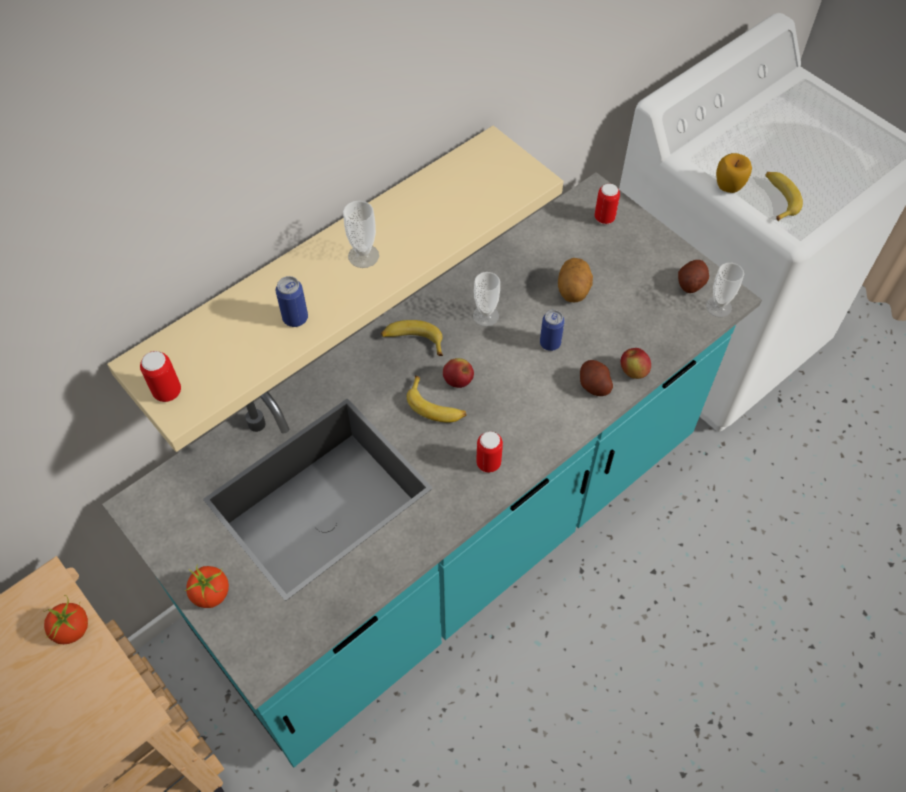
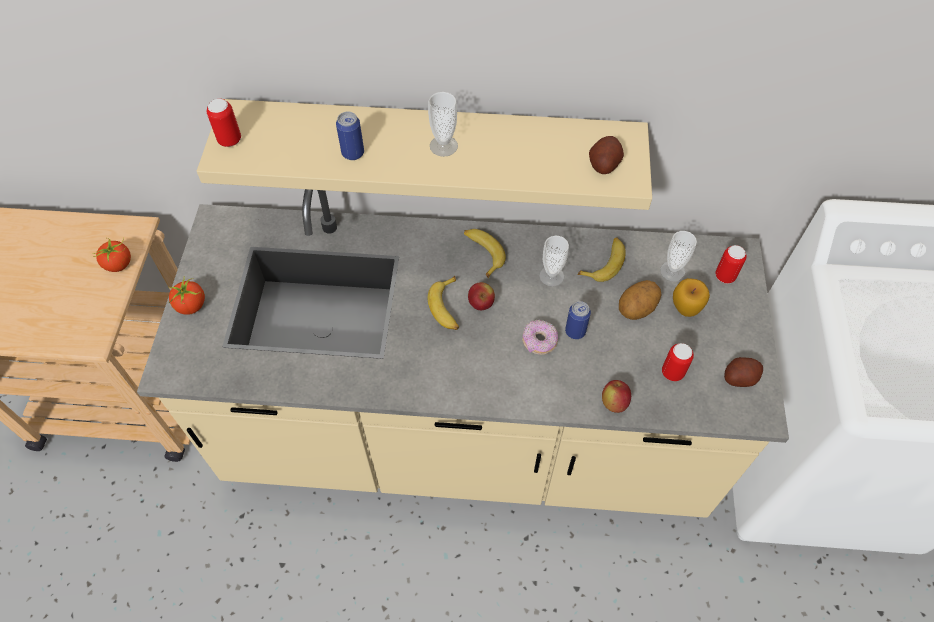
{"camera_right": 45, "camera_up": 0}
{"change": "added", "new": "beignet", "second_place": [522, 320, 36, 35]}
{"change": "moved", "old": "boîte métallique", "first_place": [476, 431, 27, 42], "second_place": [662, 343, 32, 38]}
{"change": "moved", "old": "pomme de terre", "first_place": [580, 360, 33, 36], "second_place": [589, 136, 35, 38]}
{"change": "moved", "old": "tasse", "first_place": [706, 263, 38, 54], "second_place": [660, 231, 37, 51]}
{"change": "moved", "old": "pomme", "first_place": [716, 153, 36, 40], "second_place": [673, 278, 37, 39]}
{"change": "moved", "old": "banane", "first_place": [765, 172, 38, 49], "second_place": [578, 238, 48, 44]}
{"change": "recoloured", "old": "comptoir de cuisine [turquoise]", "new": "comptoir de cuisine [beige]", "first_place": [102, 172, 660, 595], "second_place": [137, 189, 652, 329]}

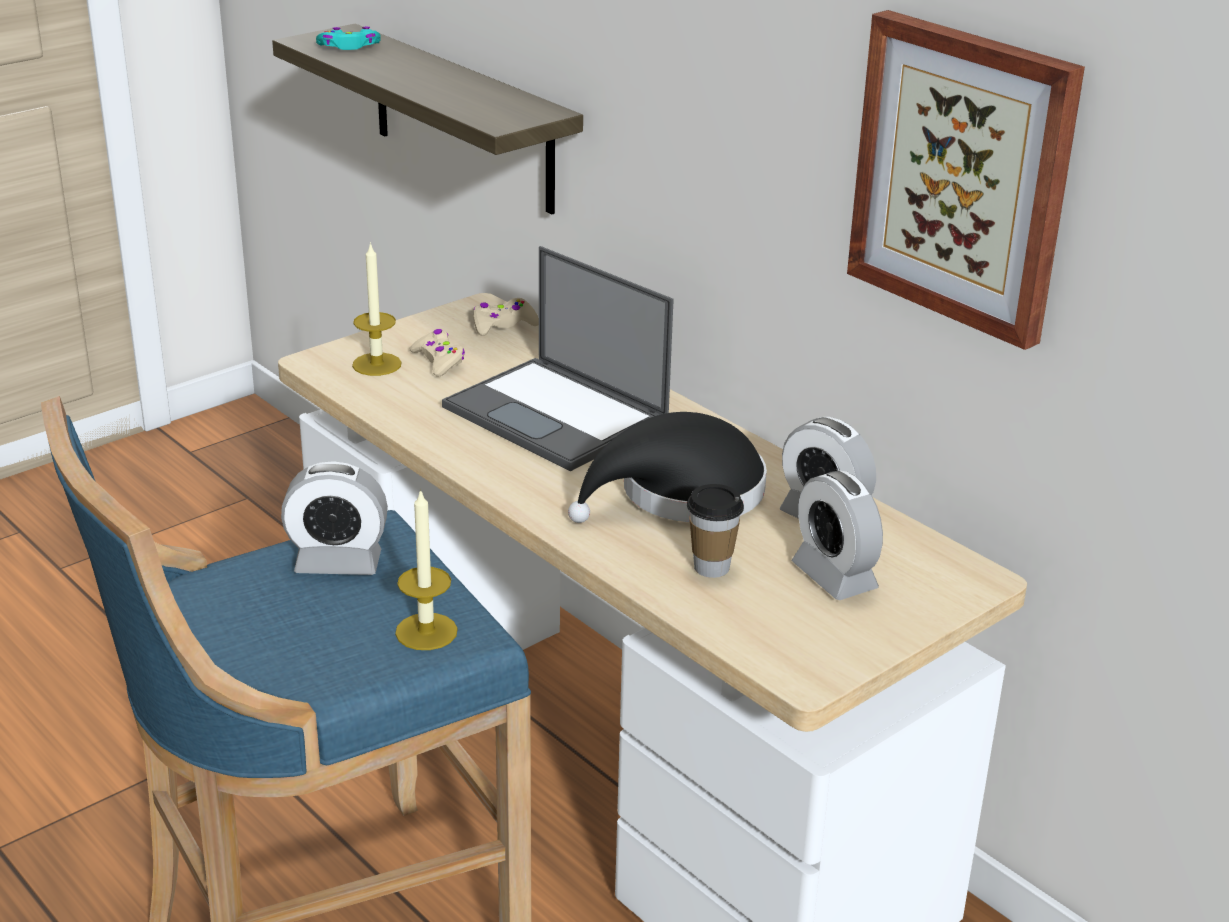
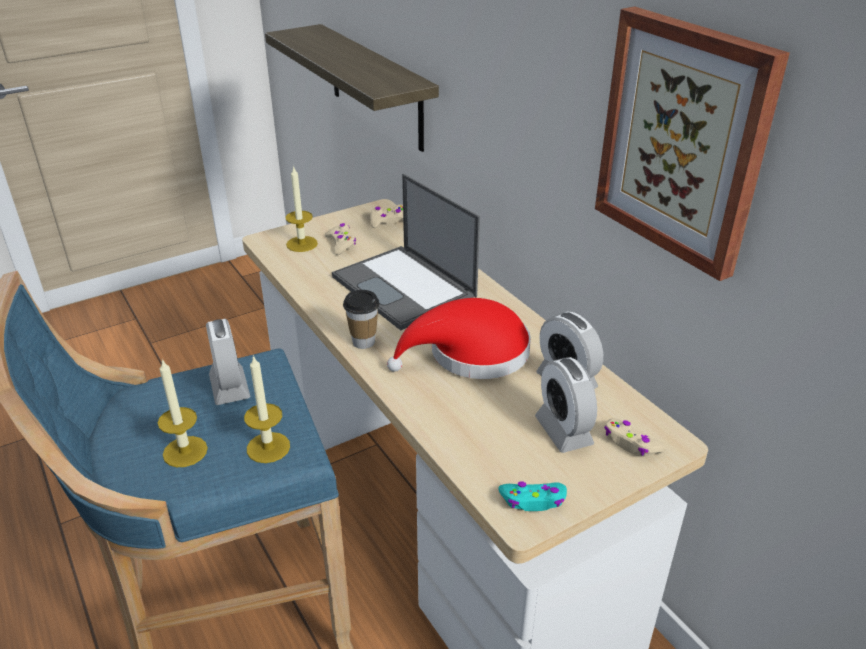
{"camera_right": 10, "camera_up": 5}
{"change": "added", "new": "bougie", "second_place": [158, 359, 50, 108]}
{"change": "added", "new": "manette [beige]", "second_place": [604, 418, 63, 39]}
{"change": "moved", "old": "manette [turquoise]", "first_place": [316, 26, 65, 24], "second_place": [499, 482, 68, 29]}
{"change": "moved", "old": "tasse", "first_place": [687, 484, 57, 94], "second_place": [343, 290, 37, 59]}
{"change": "recoloured", "old": "chapeau [noir]", "new": "chapeau [rouge]", "first_place": [568, 412, 199, 111], "second_place": [387, 298, 144, 81]}
{"change": "turned", "old": "réveil", "first_place": [281, 461, 107, 114], "second_place": [206, 319, 45, 86], "degrees": -120}

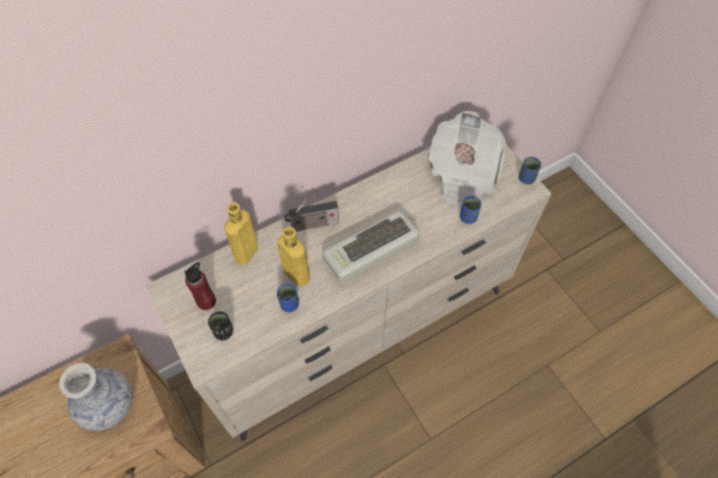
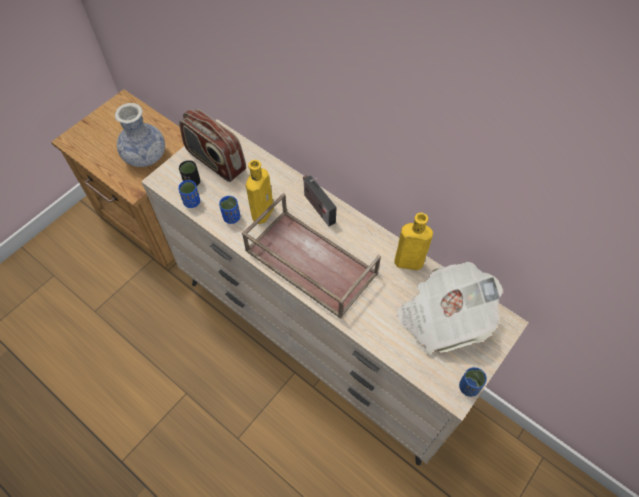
{"camera_right": 70, "camera_up": 0}
{"change": "moved", "old": "bouteille [jaune]", "first_place": [224, 202, 34, 63], "second_place": [394, 213, 39, 57]}
{"change": "moved", "old": "tasse [bleu]", "first_place": [460, 196, 21, 28], "second_place": [178, 180, 22, 28]}
{"change": "replaced", "old": "bouteille [rouge]", "new": "radio", "first_place": [184, 262, 32, 48], "second_place": [179, 109, 67, 73]}
{"change": "replaced", "old": "clavier", "new": "plateau [marron]", "first_place": [322, 211, 98, 72], "second_place": [242, 193, 139, 126]}

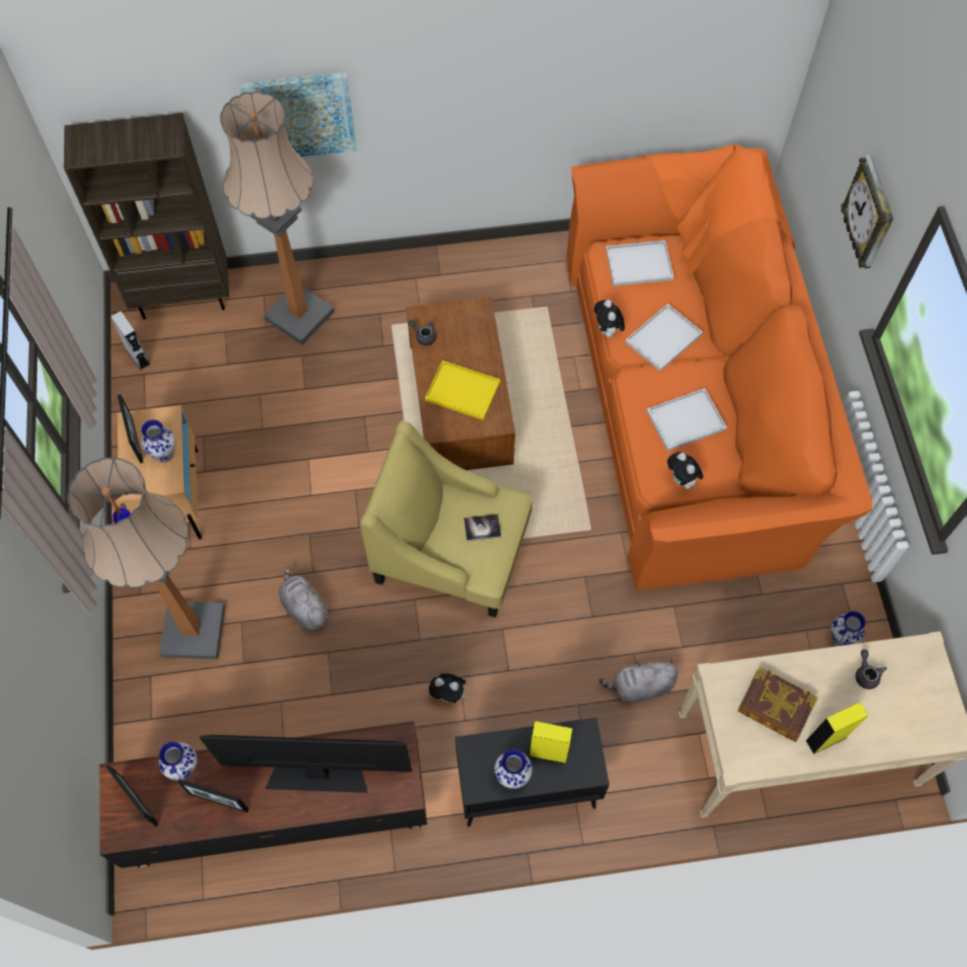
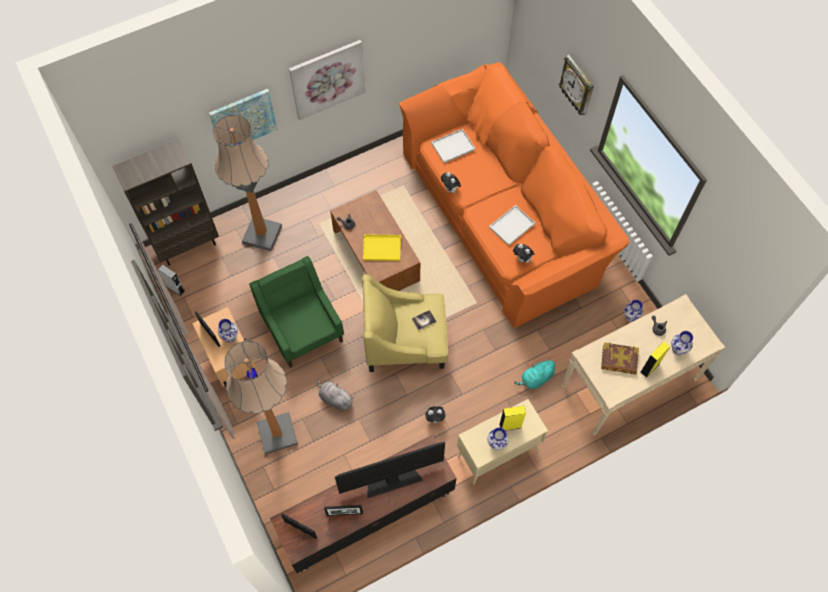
{"camera_right": -20, "camera_up": 0}
{"change": "removed", "old": "plateau [blanc]", "first_place": [625, 304, 78, 67]}
{"change": "added", "new": "fauteuil [vert]", "second_place": [249, 256, 95, 112]}
{"change": "added", "new": "tableau", "second_place": [289, 40, 77, 80]}
{"change": "moved", "old": "vase", "first_place": [159, 742, 38, 38], "second_place": [671, 331, 22, 24]}
{"change": "recoloured", "old": "meuble de rangement [noir]", "new": "meuble de rangement [beige]", "first_place": [455, 717, 154, 110], "second_place": [457, 399, 91, 86]}
{"change": "recoloured", "old": "peluche [gris]", "new": "peluche [turquoise]", "first_place": [599, 659, 79, 44], "second_place": [514, 359, 41, 30]}

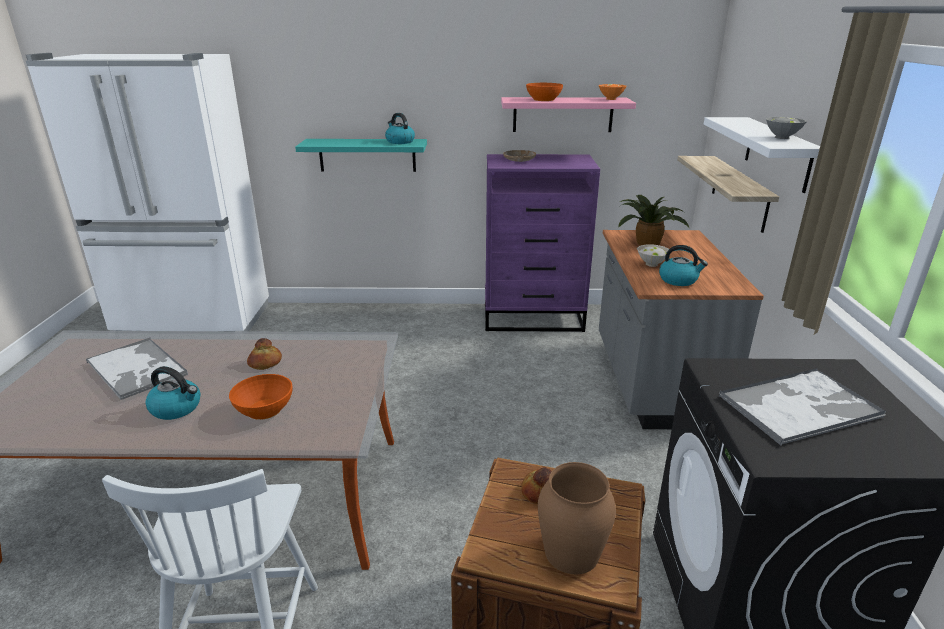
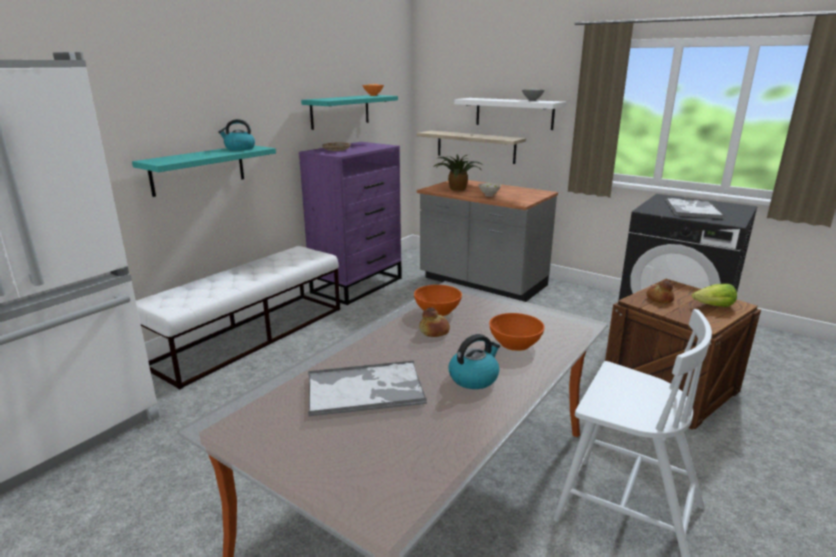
{"camera_right": -55, "camera_up": -5}
{"change": "removed", "old": "bouilloire", "first_place": [659, 245, 49, 41]}
{"change": "added", "new": "banc [blanc]", "second_place": [136, 246, 204, 144]}
{"change": "moved", "old": "bol [orange]", "first_place": [526, 83, 37, 18], "second_place": [414, 285, 48, 31]}
{"change": "replaced", "old": "vase [marron]", "new": "laitue", "first_place": [538, 462, 78, 112], "second_place": [692, 284, 45, 23]}
{"change": "recoloured", "old": "étagère [rose]", "new": "étagère [turquoise]", "first_place": [501, 97, 135, 35], "second_place": [301, 95, 97, 35]}

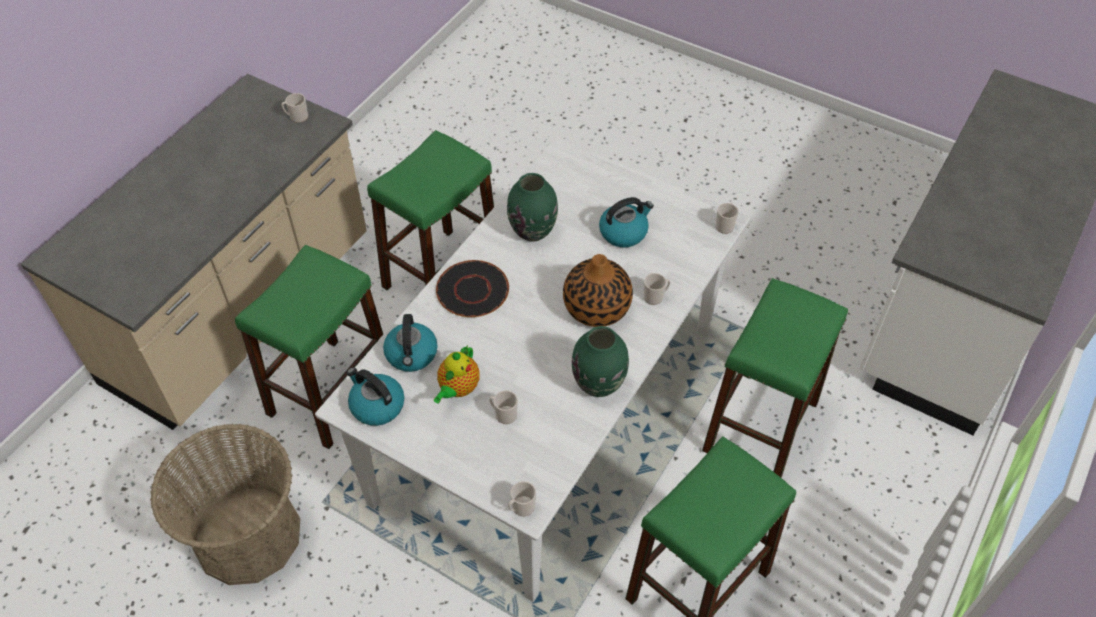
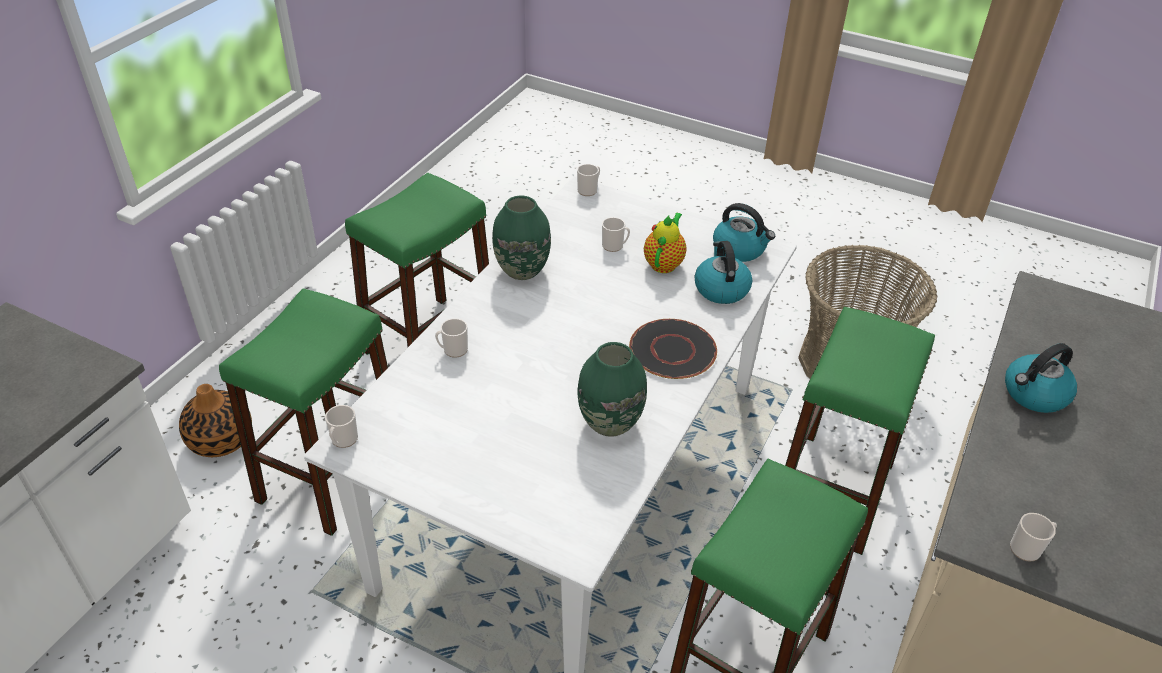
{"camera_right": 175, "camera_up": -10}
{"change": "moved", "old": "vase", "first_place": [563, 254, 70, 73], "second_place": [179, 384, 73, 73]}
{"change": "moved", "old": "bouilloire", "first_place": [599, 197, 55, 50], "second_place": [1005, 343, 72, 70]}

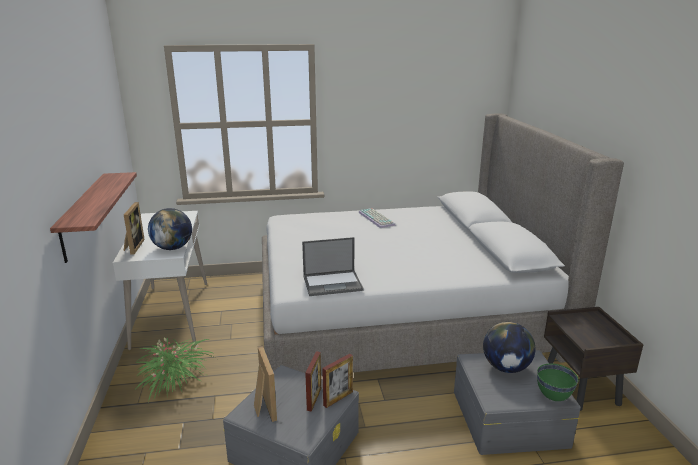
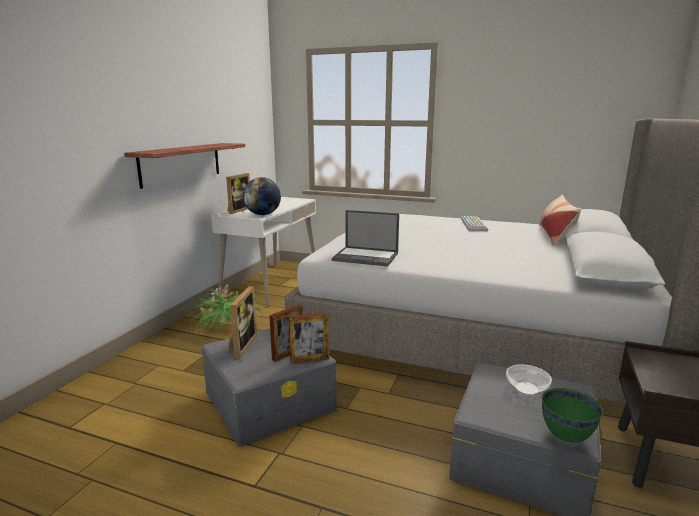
{"camera_right": 30, "camera_up": -5}
{"change": "added", "new": "coussin", "second_place": [539, 194, 43, 51]}
{"change": "replaced", "old": "globe", "new": "bol", "first_place": [483, 322, 53, 51], "second_place": [506, 365, 46, 31]}

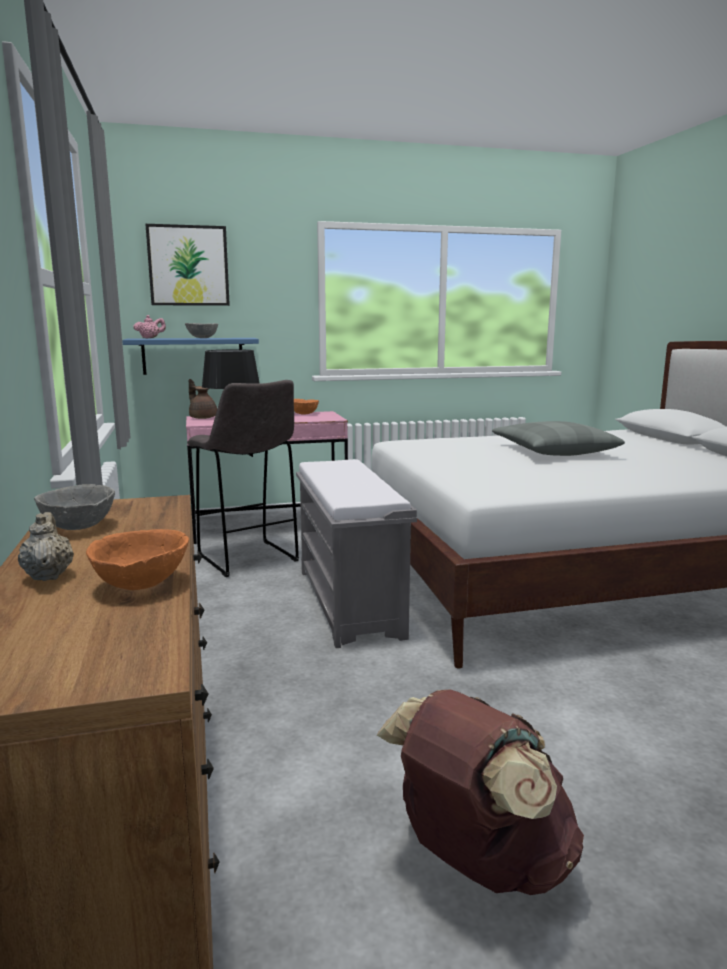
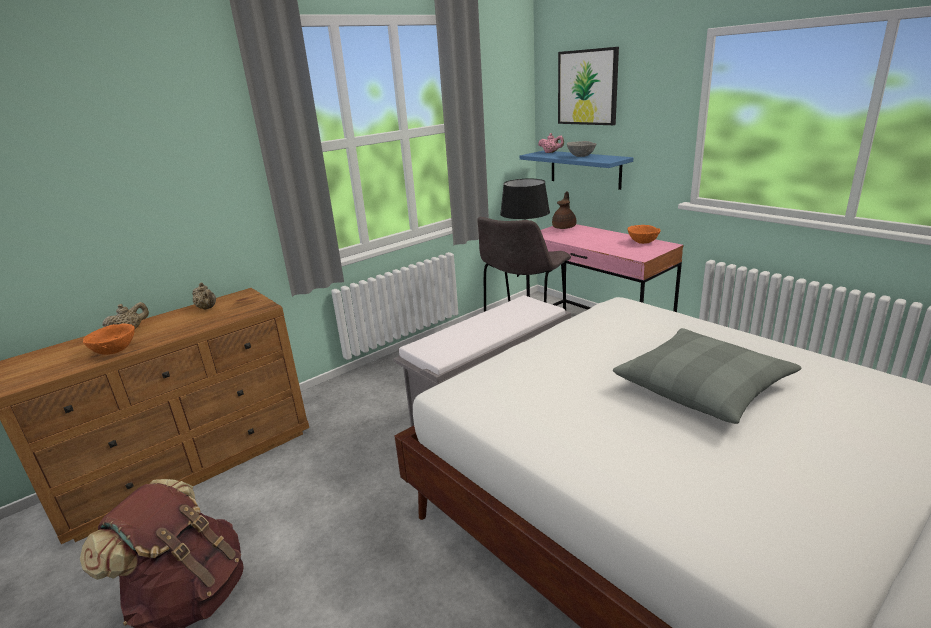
{"camera_right": 65, "camera_up": 10}
{"change": "replaced", "old": "bol [gris]", "new": "théière [beige]", "first_place": [34, 484, 81, 46], "second_place": [192, 283, 24, 26]}

